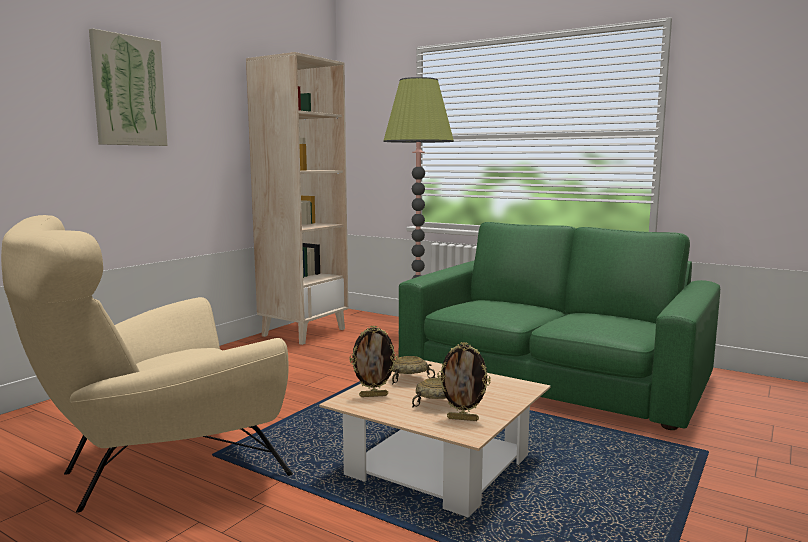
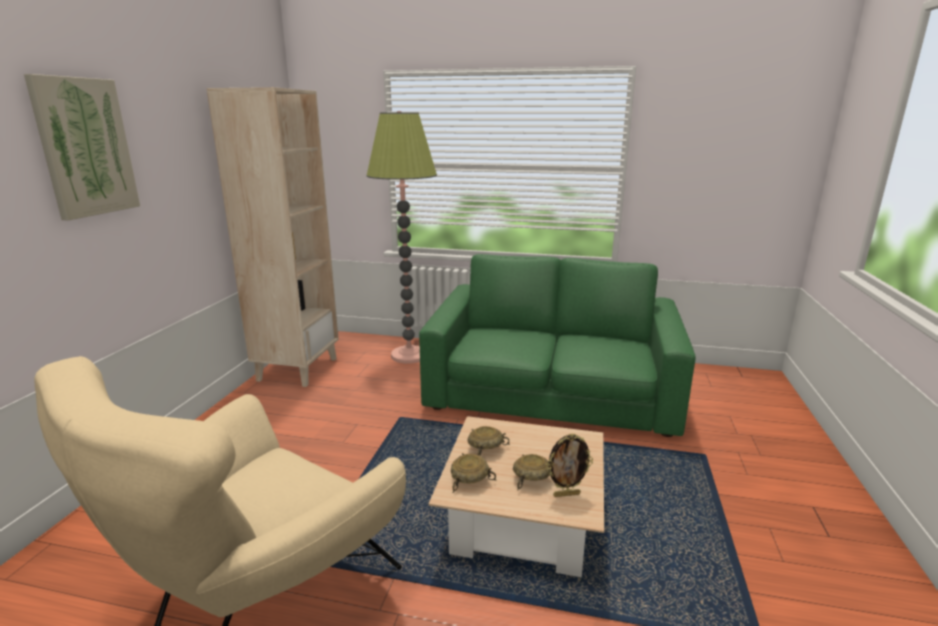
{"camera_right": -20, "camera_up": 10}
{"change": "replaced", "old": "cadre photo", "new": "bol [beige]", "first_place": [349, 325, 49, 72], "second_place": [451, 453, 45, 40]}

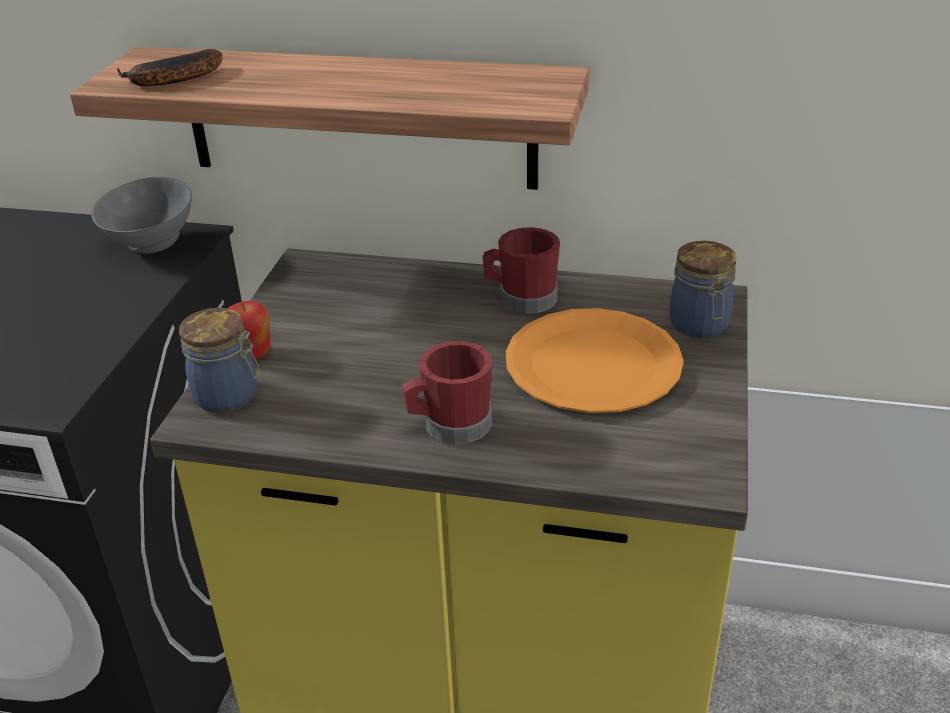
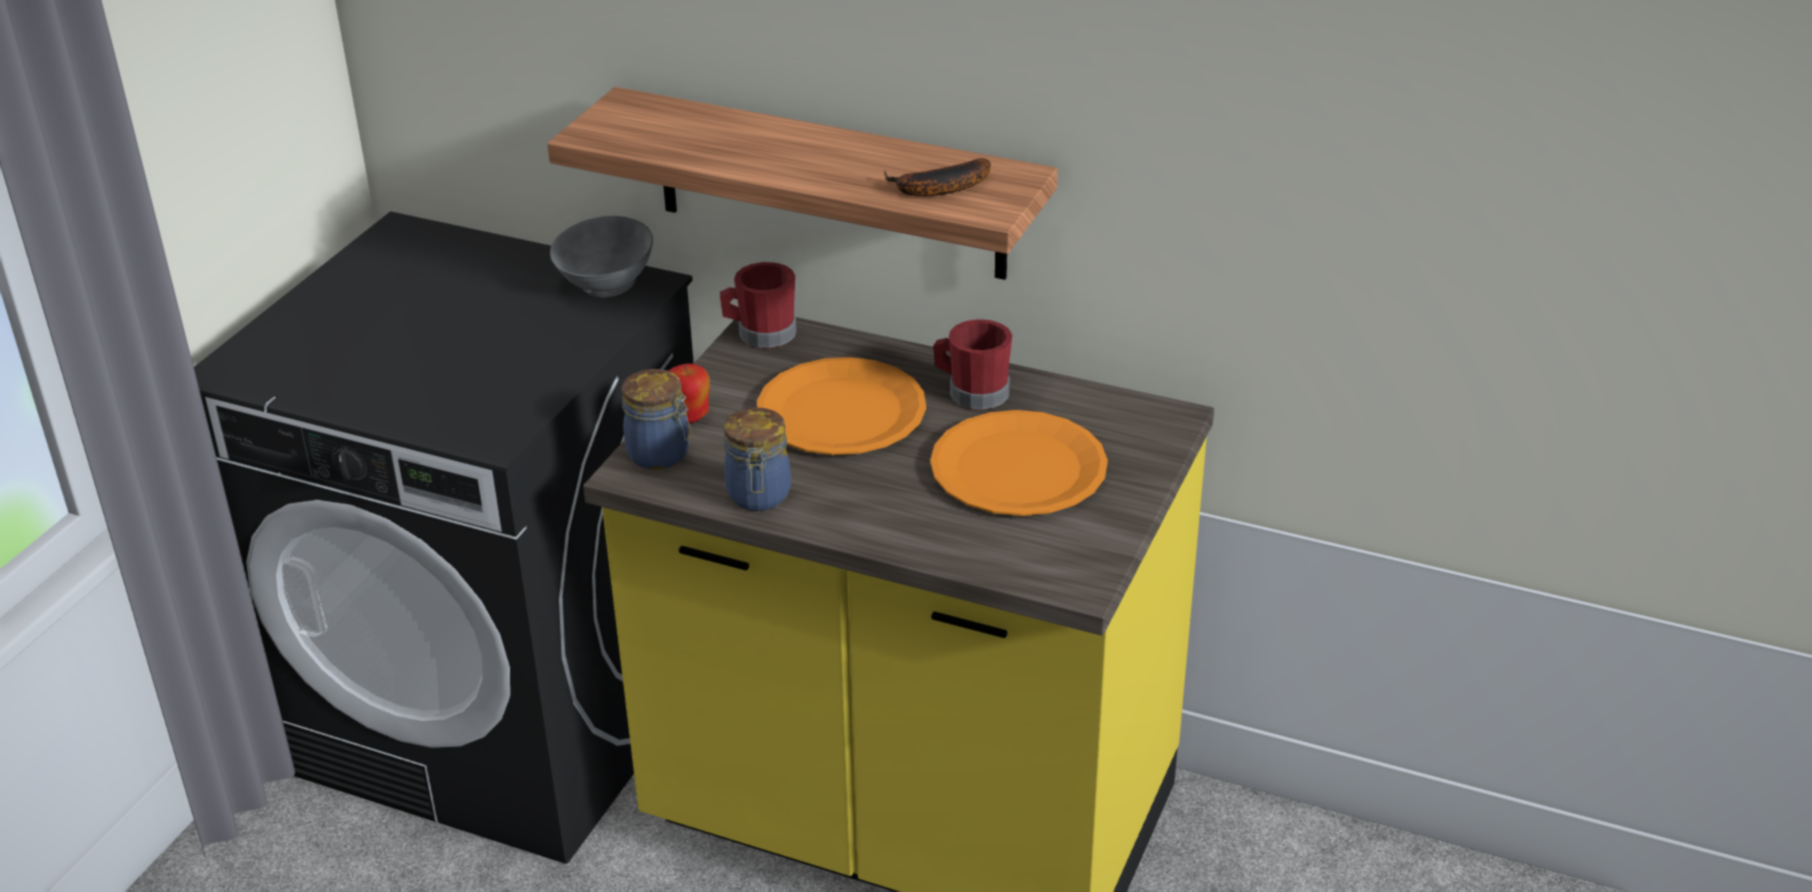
{"camera_right": 10, "camera_up": 0}
{"change": "added", "new": "assiette [orange]", "second_place": [757, 357, 169, 98]}
{"change": "moved", "old": "banane", "first_place": [117, 49, 106, 37], "second_place": [884, 158, 107, 38]}
{"change": "moved", "old": "mug [rouge]", "first_place": [402, 341, 90, 104], "second_place": [720, 262, 76, 86]}
{"change": "moved", "old": "bocal", "first_place": [669, 241, 67, 98], "second_place": [724, 408, 67, 103]}

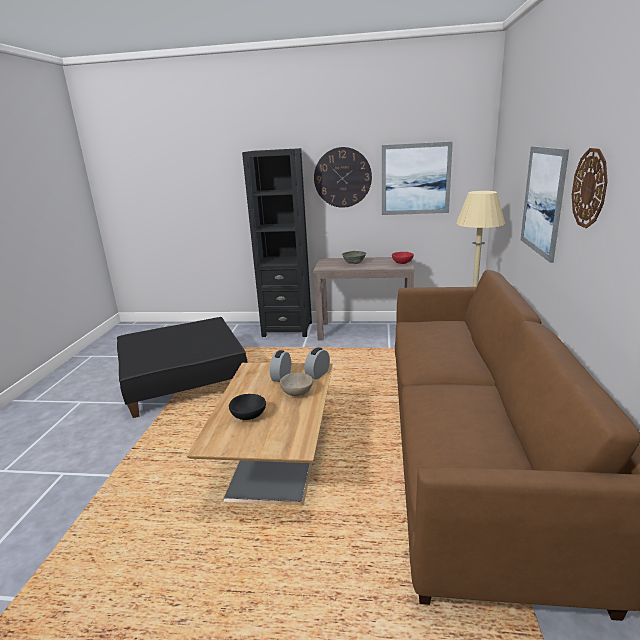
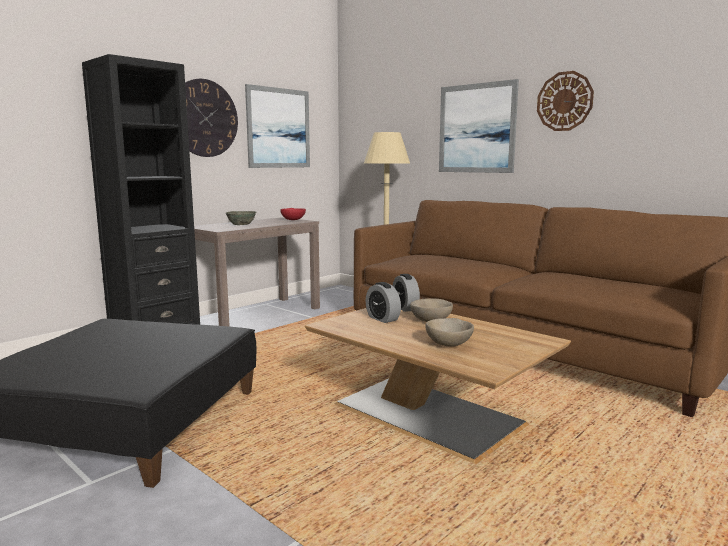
{"camera_right": -55, "camera_up": -10}
{"change": "recoloured", "old": "bol [noir]", "new": "bol [beige]", "first_place": [229, 394, 37, 26], "second_place": [425, 318, 49, 29]}

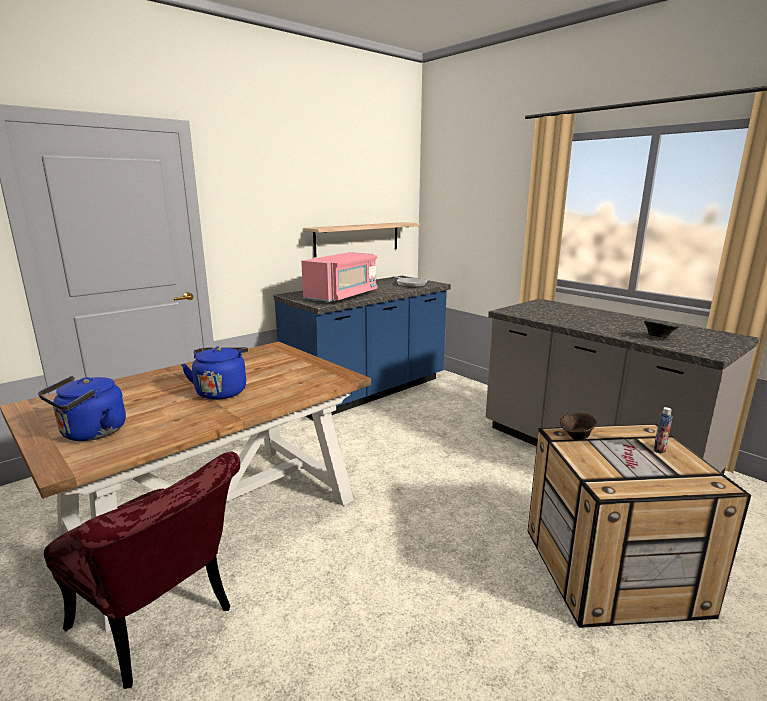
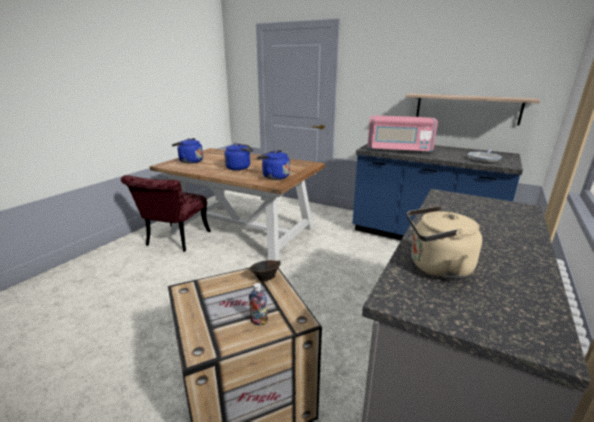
{"camera_right": 70, "camera_up": 5}
{"change": "added", "new": "bouilloire [bleu]", "second_place": [257, 150, 33, 30]}
{"change": "replaced", "old": "bol [noir]", "new": "bouilloire [beige]", "first_place": [644, 321, 34, 17], "second_place": [407, 206, 75, 74]}

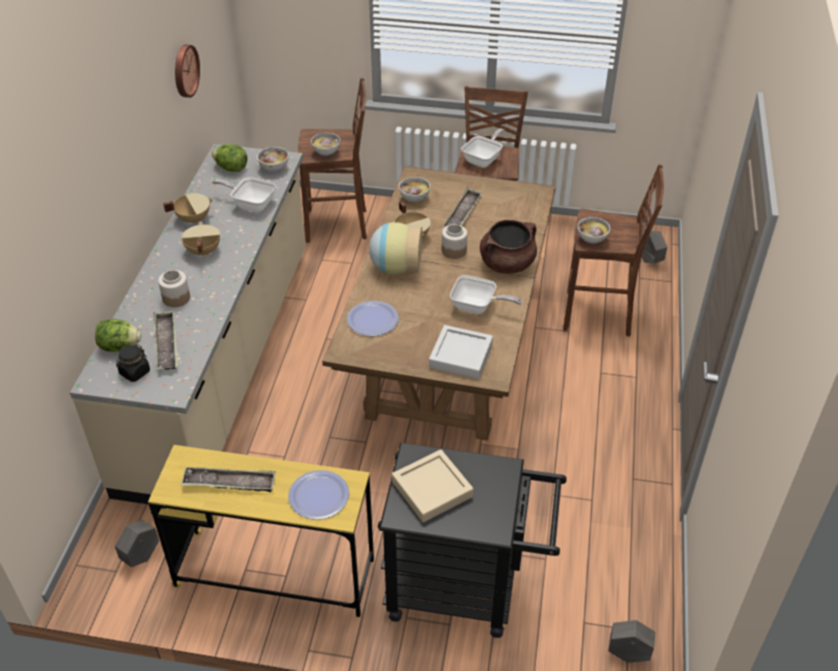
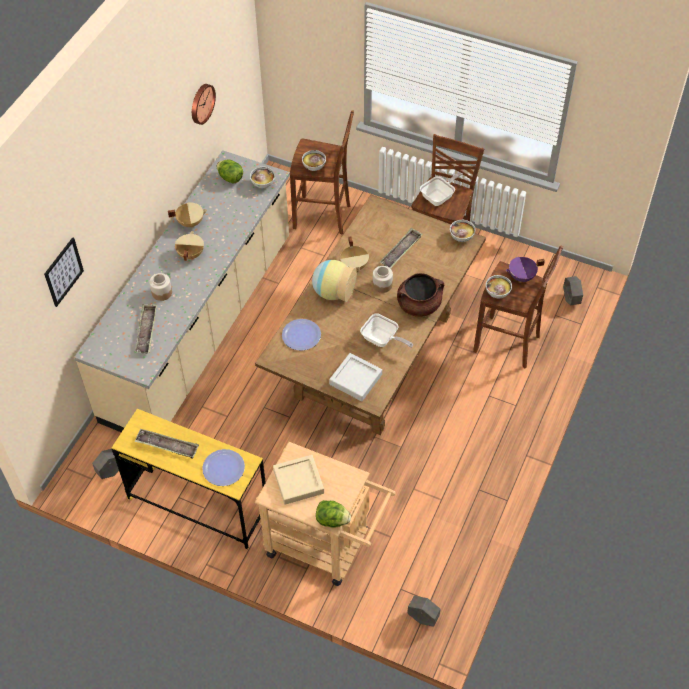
{"camera_right": 15, "camera_up": 10}
{"change": "removed", "old": "bocal [noir]", "first_place": [116, 344, 34, 38]}
{"change": "removed", "old": "poêle", "first_place": [212, 177, 64, 35]}
{"change": "added", "new": "tableau", "second_place": [44, 237, 40, 70]}
{"change": "added", "new": "marmite [violet]", "second_place": [506, 257, 39, 25]}
{"change": "moved", "old": "laitue", "first_place": [95, 319, 46, 33], "second_place": [316, 500, 35, 28]}
{"change": "moved", "old": "bol", "first_place": [399, 177, 31, 25], "second_place": [450, 220, 25, 22]}
{"change": "recoloured", "old": "chariot [noir]", "new": "chariot [beige]", "first_place": [378, 443, 189, 195], "second_place": [255, 442, 141, 144]}

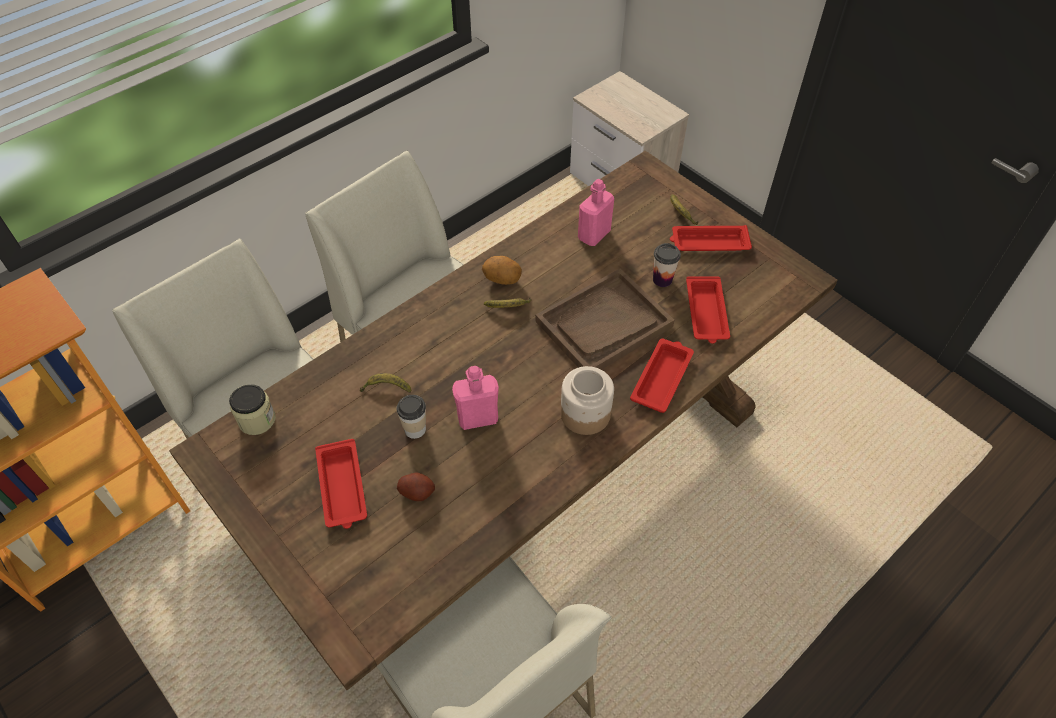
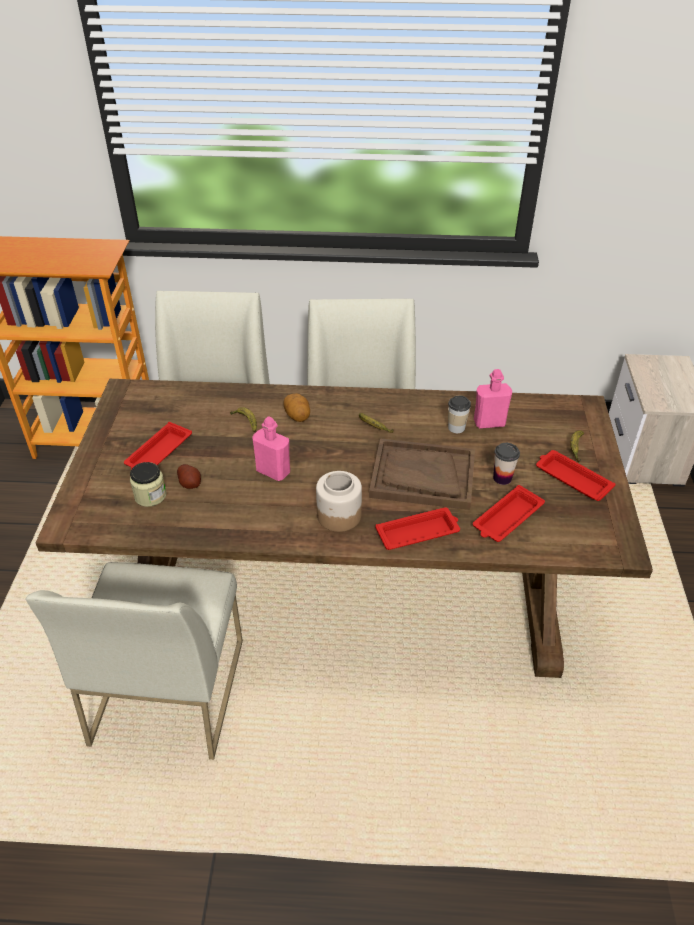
{"camera_right": 45, "camera_up": -10}
{"change": "moved", "old": "bocal", "first_place": [229, 384, 47, 51], "second_place": [130, 462, 37, 45]}
{"change": "moved", "old": "tasse", "first_place": [397, 395, 29, 44], "second_place": [448, 395, 23, 38]}
{"change": "moved", "old": "pomme de terre", "first_place": [482, 256, 40, 29], "second_place": [283, 393, 27, 29]}

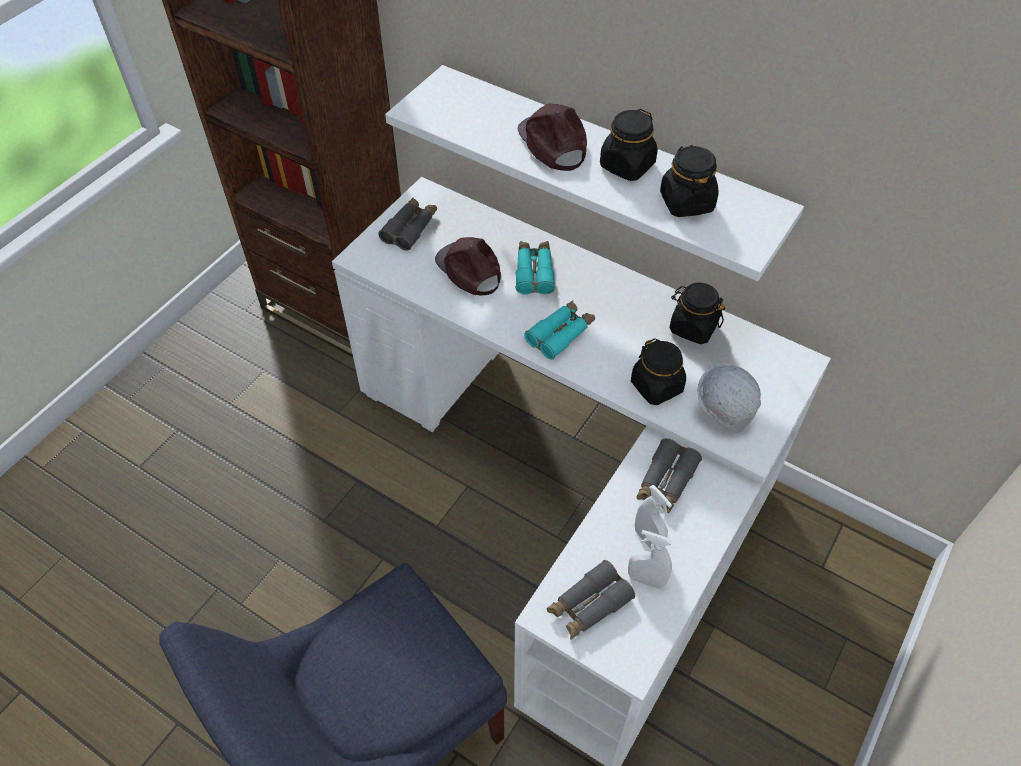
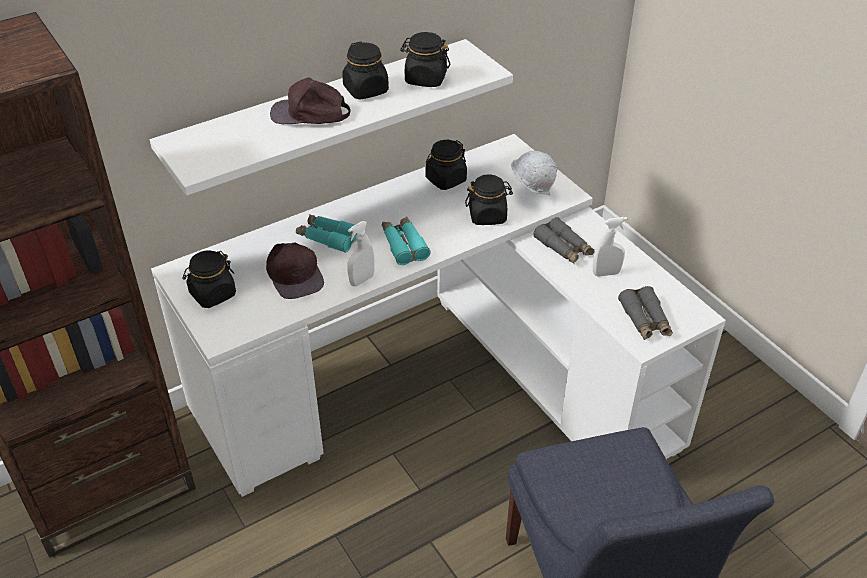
{"camera_right": -65, "camera_up": -10}
{"change": "moved", "old": "vaporisateur [blanc]", "first_place": [628, 530, 44, 59], "second_place": [347, 221, 28, 65]}
{"change": "replaced", "old": "jumelles [gris]", "new": "bocal [noir]", "first_place": [378, 198, 59, 53], "second_place": [182, 250, 54, 58]}
{"change": "turned", "old": "casquette [marron]", "first_place": [435, 237, 66, 58], "second_place": [266, 242, 58, 57], "degrees": -105}

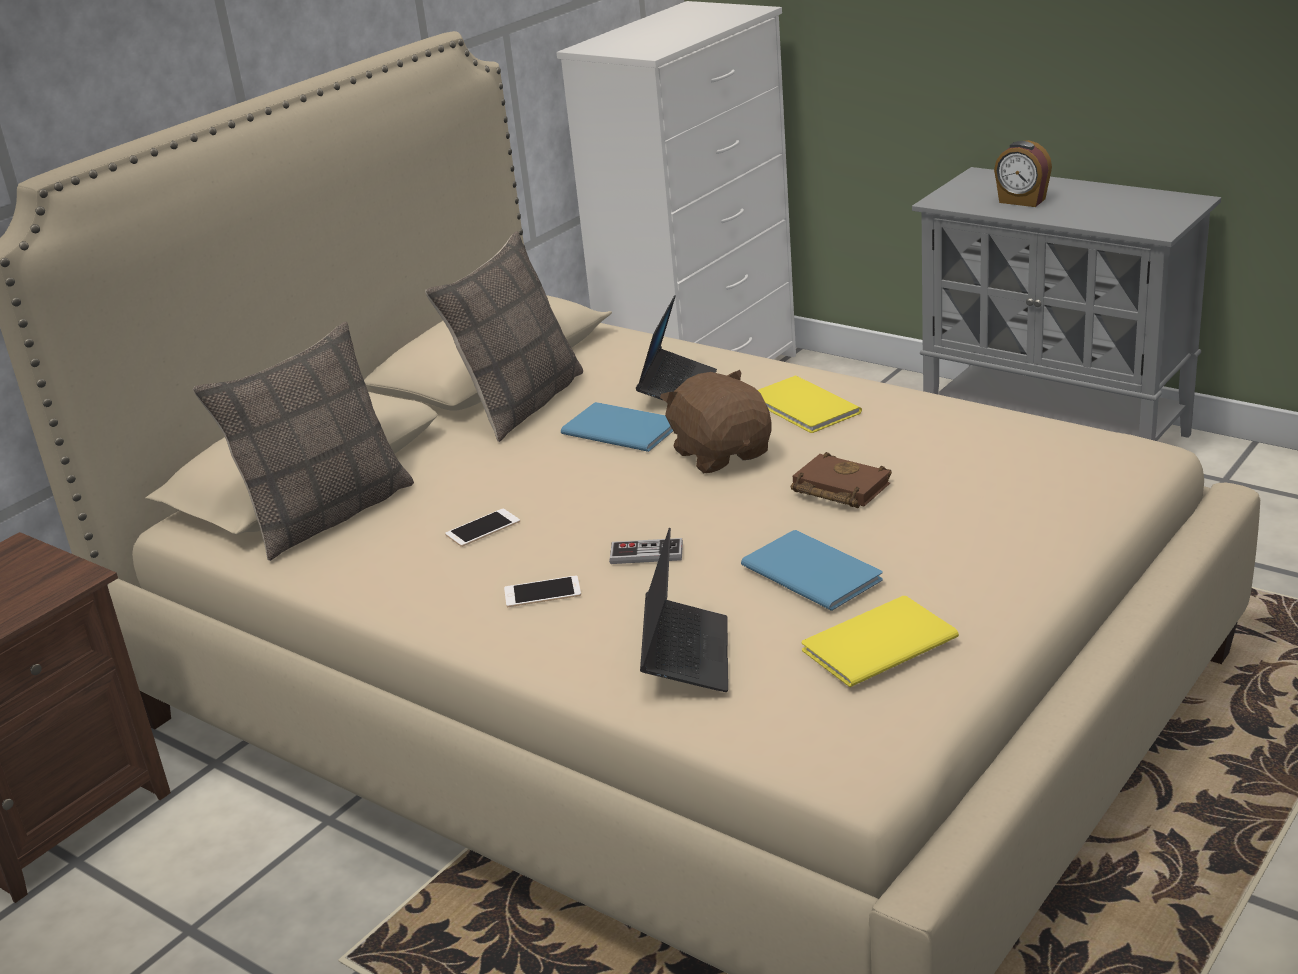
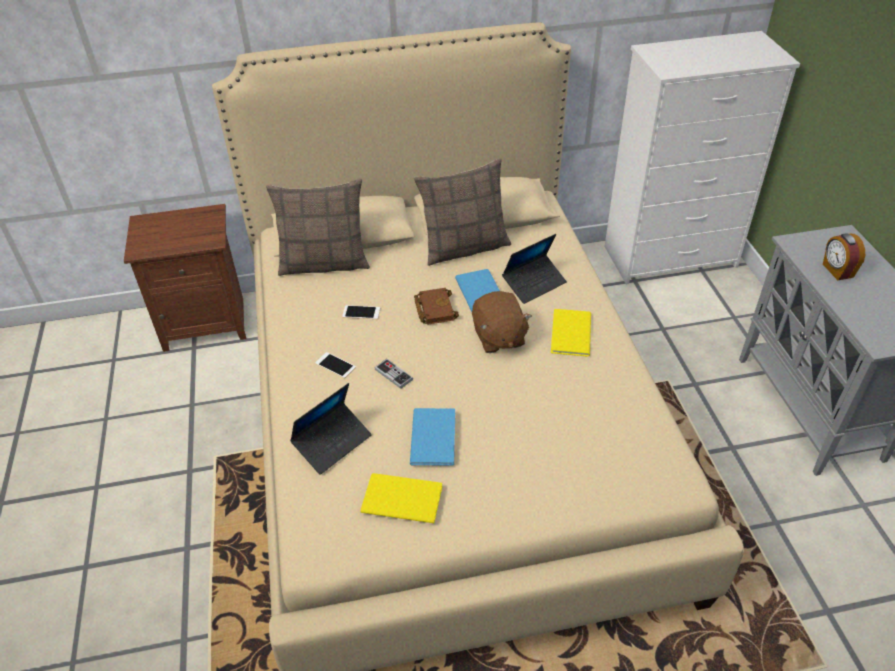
{"camera_right": 40, "camera_up": 15}
{"change": "moved", "old": "livre [marron]", "first_place": [791, 452, 101, 56], "second_place": [414, 288, 45, 37]}
{"change": "turned", "old": "peluche [marron]", "first_place": [660, 370, 111, 103], "second_place": [472, 291, 60, 62], "degrees": 150}

